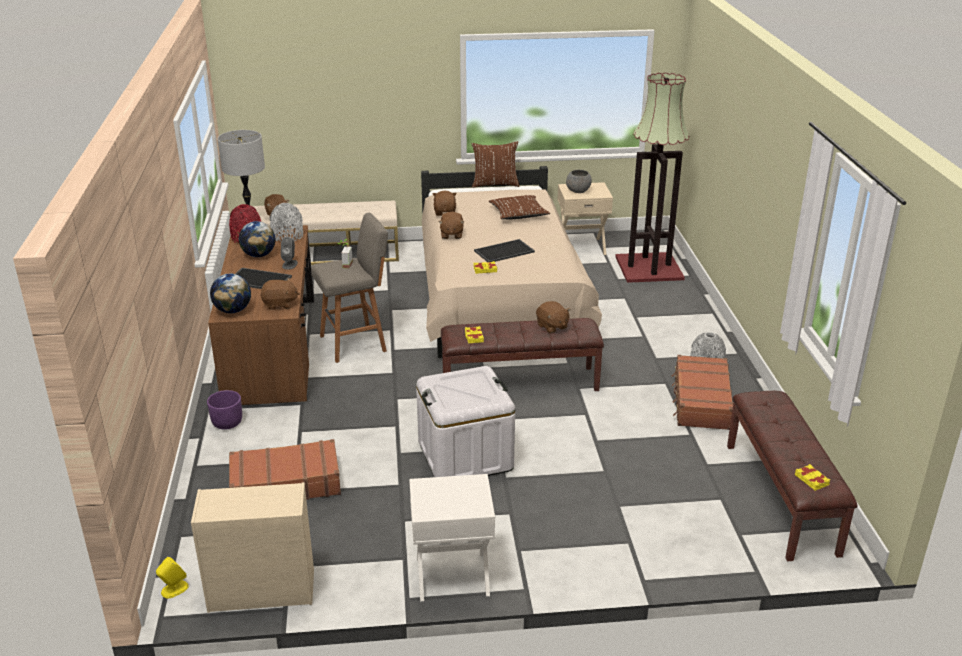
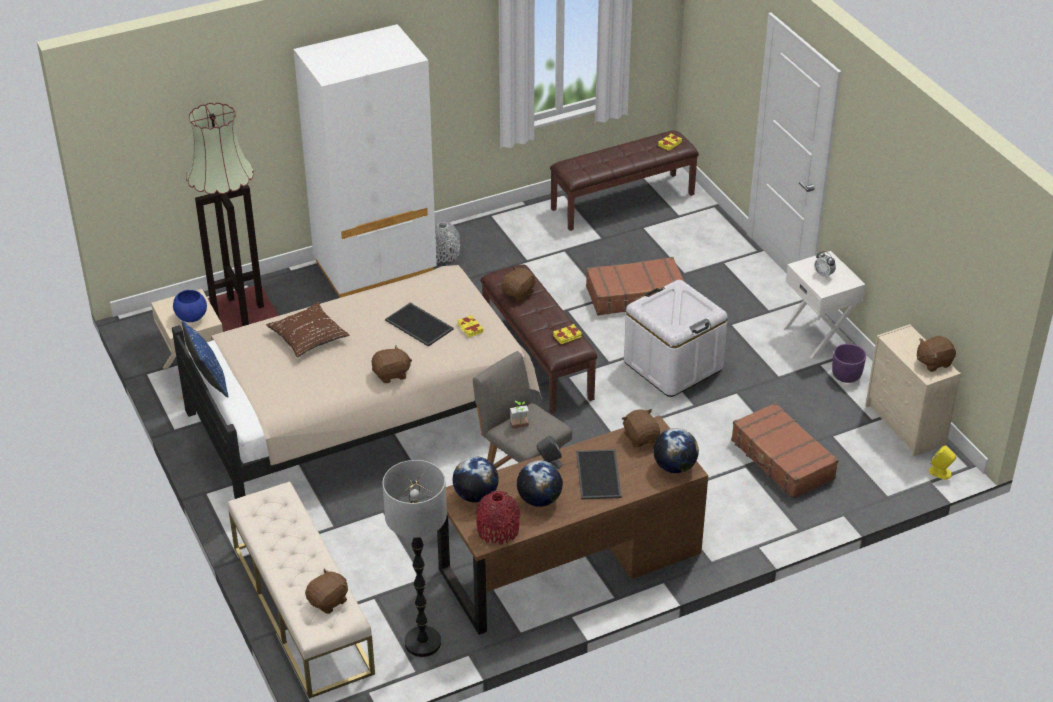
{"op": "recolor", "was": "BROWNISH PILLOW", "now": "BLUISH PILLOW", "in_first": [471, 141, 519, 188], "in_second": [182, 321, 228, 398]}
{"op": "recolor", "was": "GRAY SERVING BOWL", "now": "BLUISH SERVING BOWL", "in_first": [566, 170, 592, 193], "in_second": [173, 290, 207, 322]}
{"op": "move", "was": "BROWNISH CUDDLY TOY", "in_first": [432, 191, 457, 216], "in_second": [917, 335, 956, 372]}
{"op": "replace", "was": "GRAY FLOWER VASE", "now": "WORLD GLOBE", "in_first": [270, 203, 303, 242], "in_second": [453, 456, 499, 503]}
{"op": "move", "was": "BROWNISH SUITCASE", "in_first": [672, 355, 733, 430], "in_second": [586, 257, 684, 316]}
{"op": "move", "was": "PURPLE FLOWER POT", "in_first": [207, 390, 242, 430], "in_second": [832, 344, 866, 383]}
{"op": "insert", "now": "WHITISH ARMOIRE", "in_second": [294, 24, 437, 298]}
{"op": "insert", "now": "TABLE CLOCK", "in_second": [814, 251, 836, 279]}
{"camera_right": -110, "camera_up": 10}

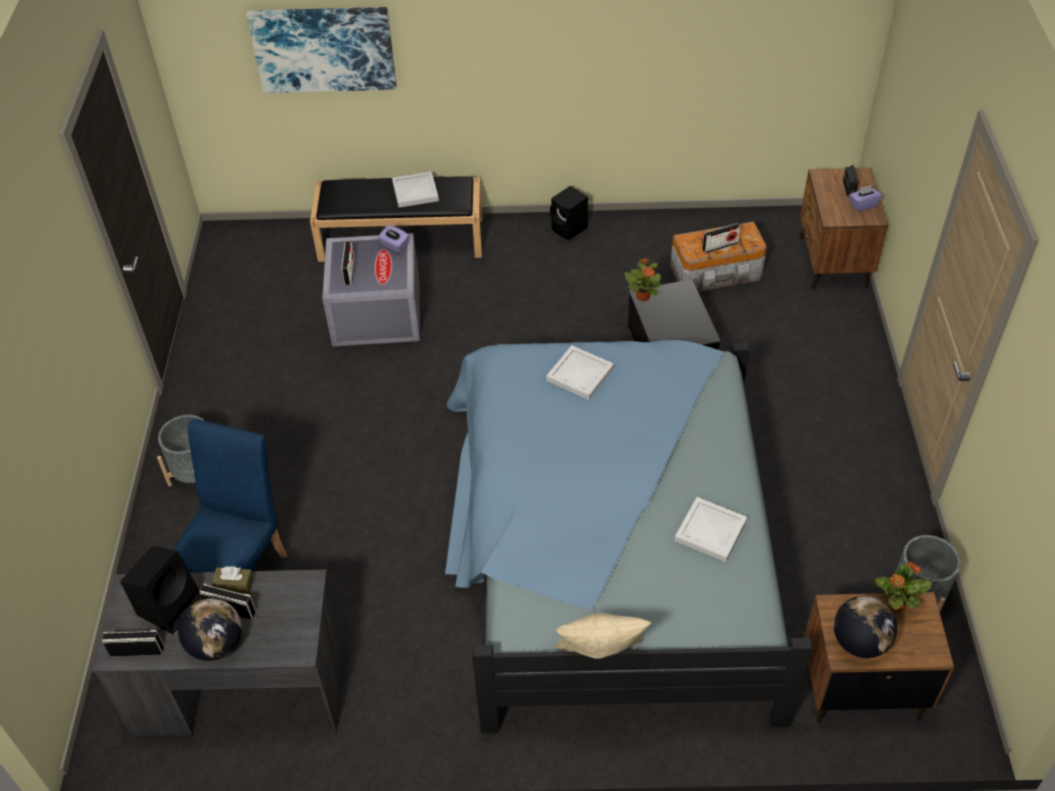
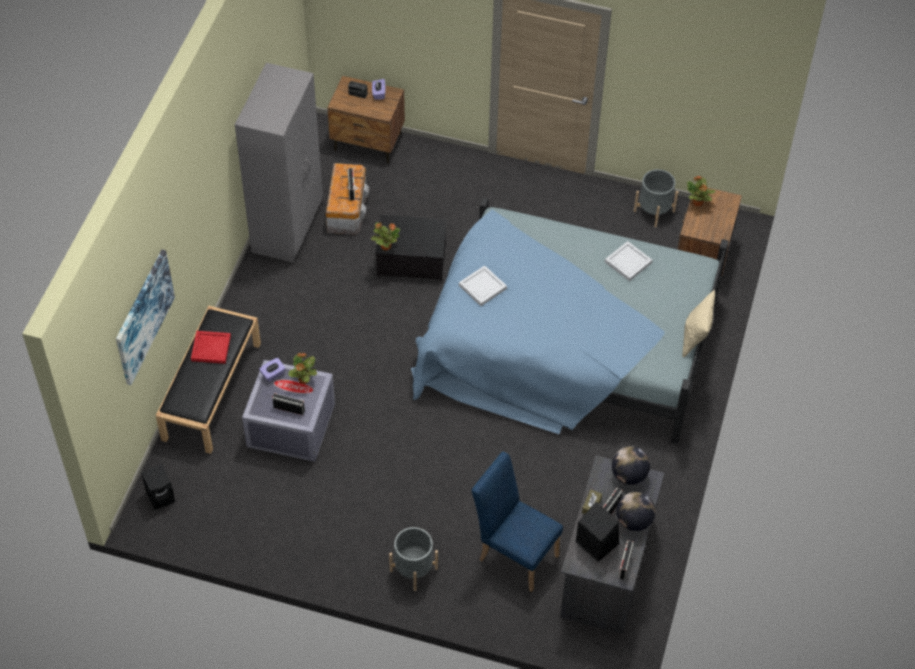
{"op": "recolor", "was": "WHITISH TRAY", "now": "RED TRAY", "in_first": [392, 171, 439, 208], "in_second": [191, 331, 231, 364]}
{"op": "move", "was": "BLACKISH AUDIO SPEAKER", "in_first": [550, 186, 588, 240], "in_second": [141, 464, 175, 510]}
{"op": "move", "was": "WORLD GLOBE", "in_first": [834, 596, 897, 658], "in_second": [612, 446, 650, 485]}
{"op": "insert", "now": "GRAY ARMOIRE", "in_second": [235, 63, 323, 263]}
{"op": "insert", "now": "PLANT IN A POT", "in_second": [288, 353, 317, 384]}
{"camera_right": -75, "camera_up": 5}

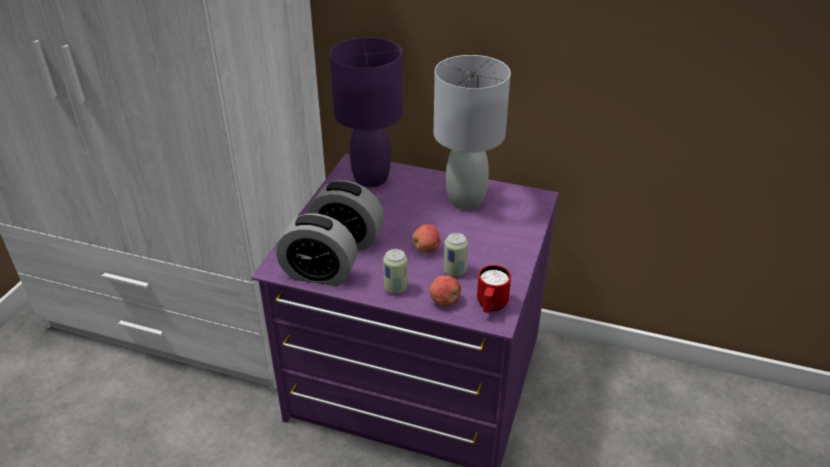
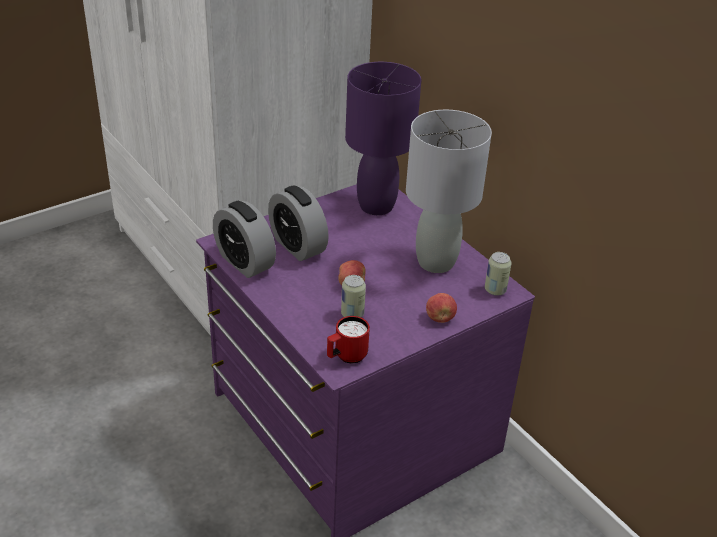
{"op": "move", "was": "METAL CAN", "in_first": [383, 249, 407, 294], "in_second": [485, 252, 512, 296]}
{"op": "move", "was": "APPLE", "in_first": [429, 275, 461, 306], "in_second": [426, 293, 457, 323]}
{"camera_right": 35, "camera_up": 0}

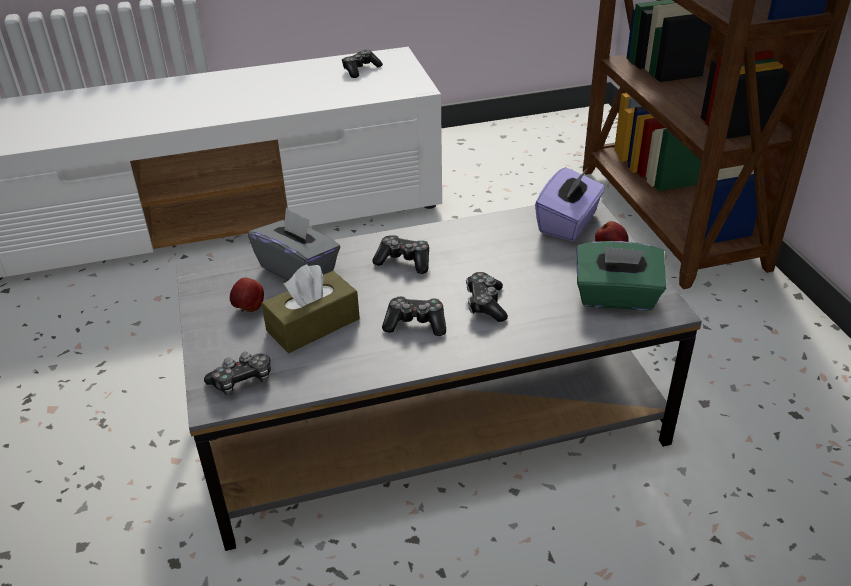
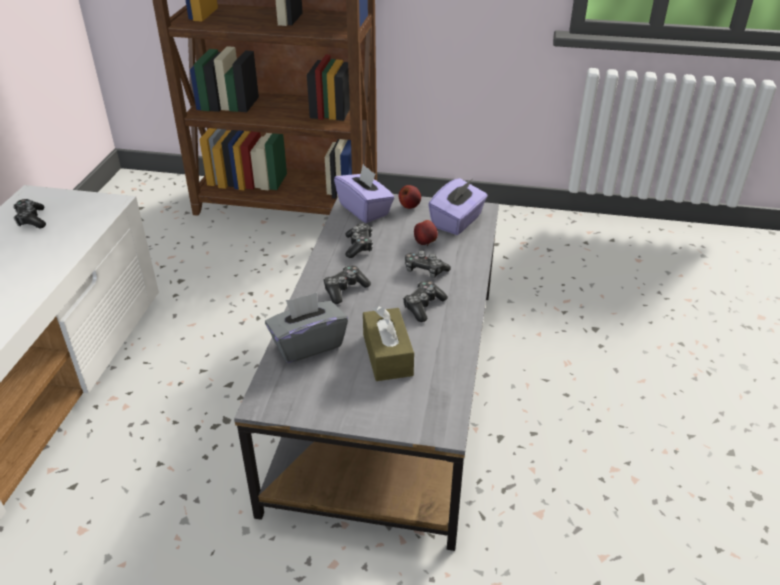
{"op": "recolor", "was": "GREENISH TISSUE BOX", "now": "PURPLE TISSUE BOX", "in_first": [577, 241, 666, 311], "in_second": [428, 178, 488, 235]}
{"op": "move", "was": "APPLE", "in_first": [230, 278, 264, 312], "in_second": [414, 220, 438, 246]}
{"op": "move", "was": "GAMEPAD", "in_first": [204, 352, 271, 395], "in_second": [345, 223, 373, 258]}
{"camera_right": -65, "camera_up": 0}

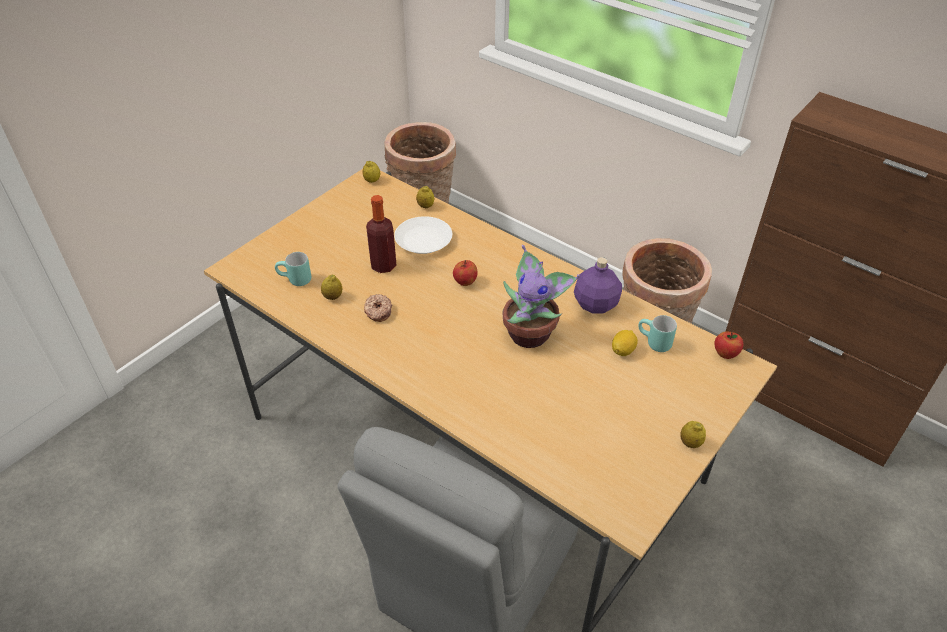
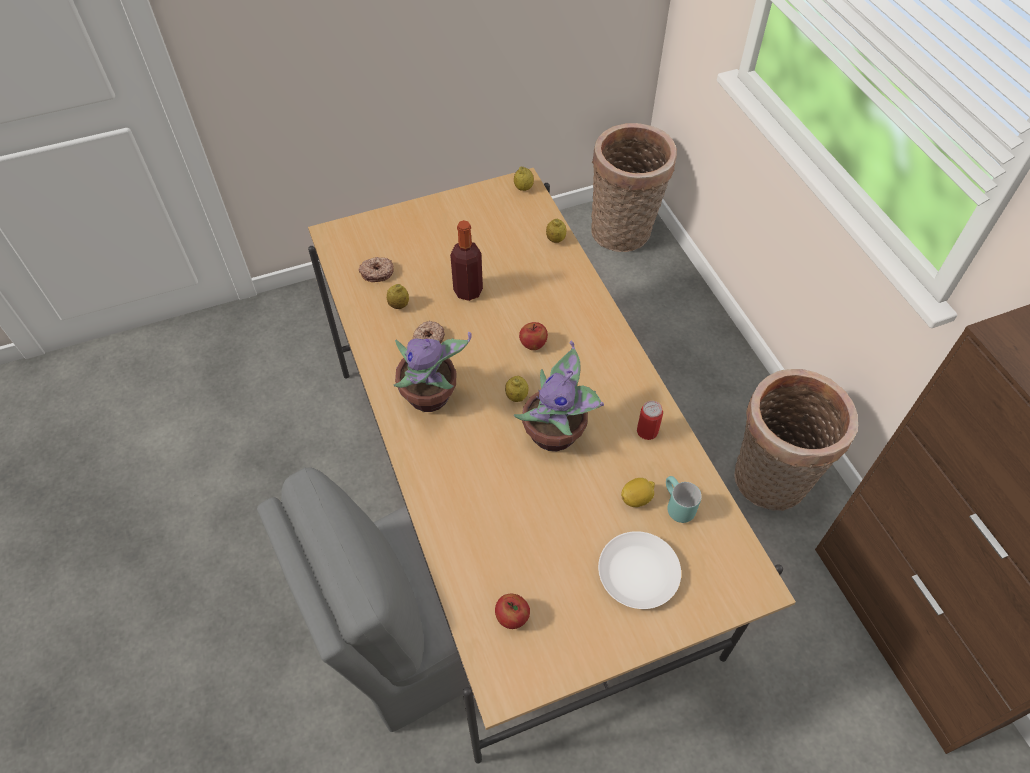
{"op": "move", "was": "WHITISH FLAT DISH", "in_first": [394, 216, 452, 254], "in_second": [598, 531, 681, 609]}
{"op": "replace", "was": "TURQUOISE COFFEE MUG", "now": "RING DOUGHNUT", "in_first": [275, 252, 311, 286], "in_second": [359, 257, 394, 282]}
{"op": "replace", "was": "PURPLE BEVERAGE BOTTLE", "now": "METAL CAN", "in_first": [574, 257, 622, 314], "in_second": [637, 401, 663, 440]}
{"op": "move", "was": "APPLE", "in_first": [714, 331, 743, 359], "in_second": [495, 594, 530, 629]}
{"op": "move", "was": "WHOLE LEMON", "in_first": [680, 421, 706, 448], "in_second": [505, 376, 529, 402]}
{"op": "insert", "now": "PLANT IN A POT", "in_second": [394, 332, 472, 412]}
{"camera_right": 30, "camera_up": 10}

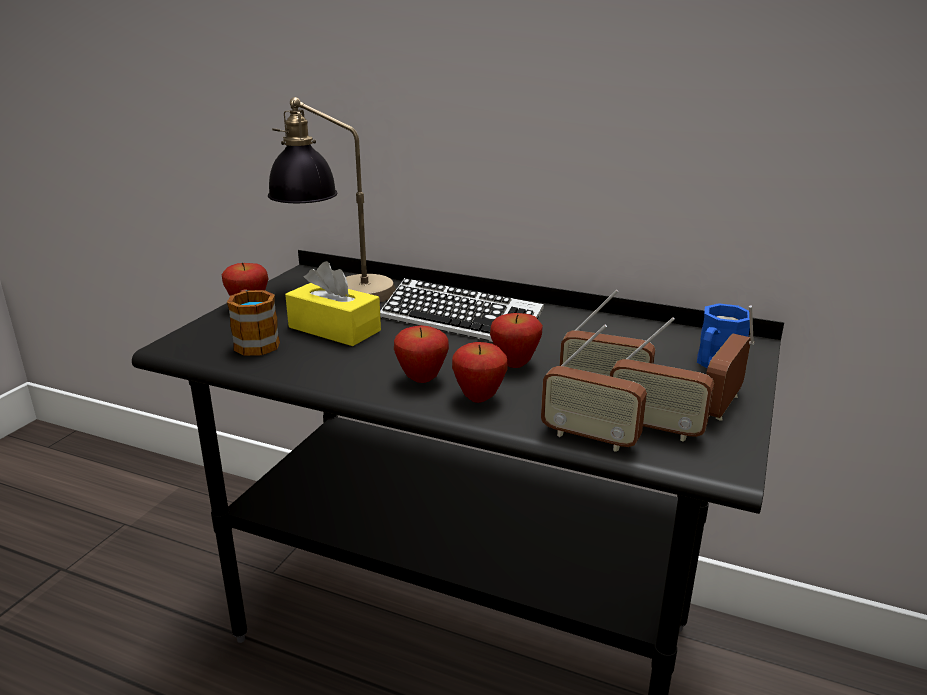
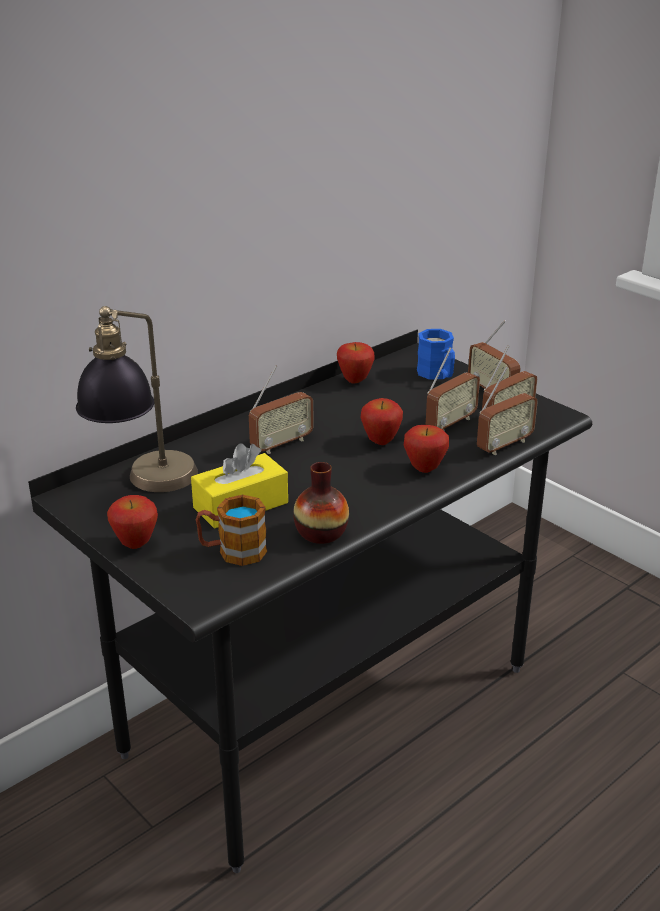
{"op": "replace", "was": "PC KEYBOARD", "now": "RADIO", "in_first": [380, 278, 544, 342], "in_second": [249, 366, 314, 454]}
{"op": "move", "was": "APPLE", "in_first": [394, 325, 449, 383], "in_second": [337, 342, 375, 383]}
{"op": "insert", "now": "FLOWER VASE", "in_second": [293, 462, 349, 544]}
{"camera_right": -65, "camera_up": 5}

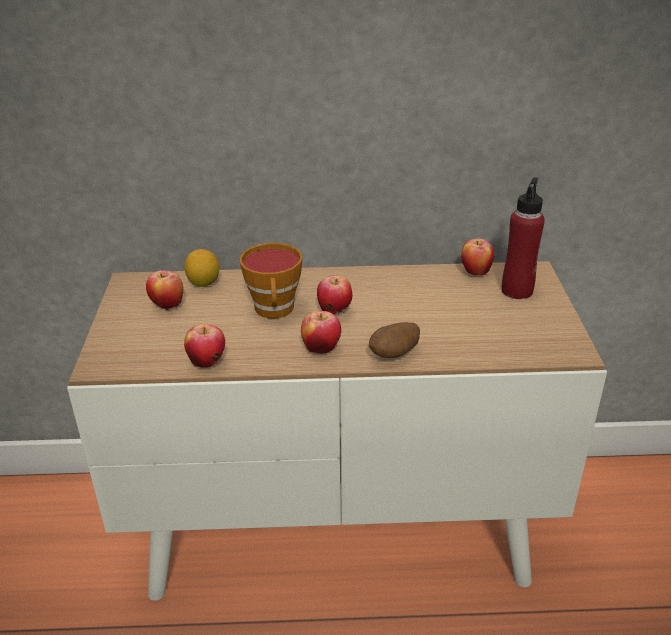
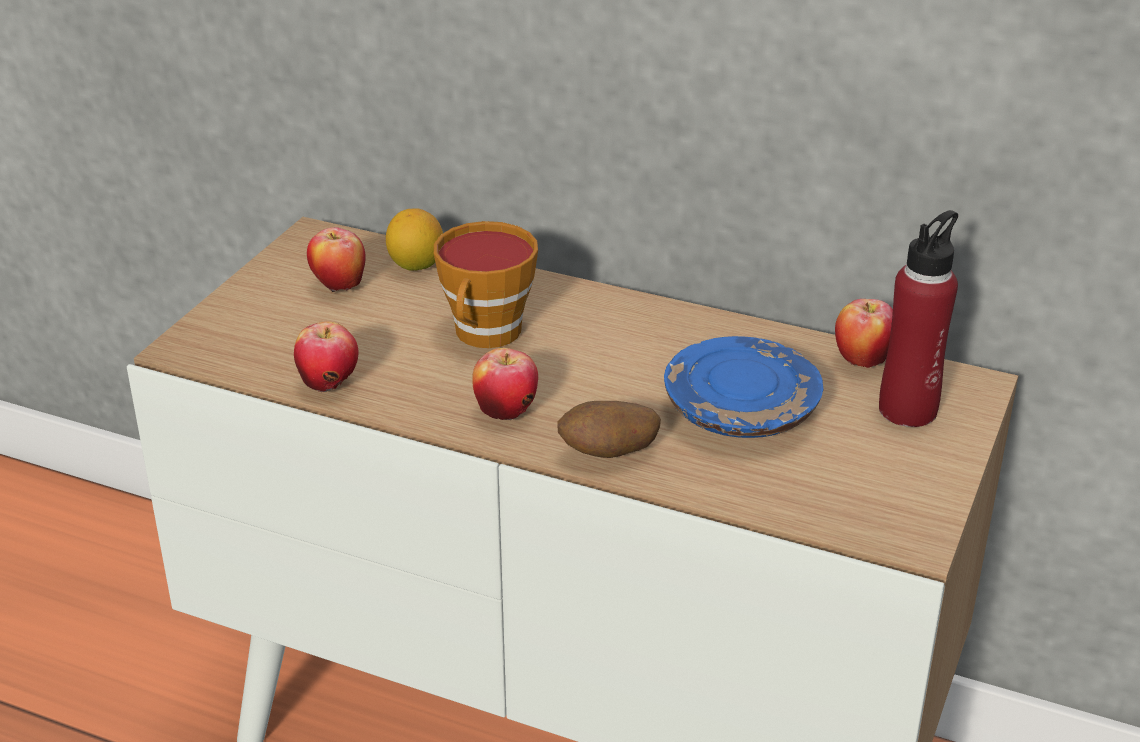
{"op": "delete", "was": "APPLE", "in_first": [317, 275, 352, 314]}
{"op": "insert", "now": "BLUISH FLAT DISH", "in_second": [664, 336, 823, 438]}
{"camera_right": 25, "camera_up": 0}

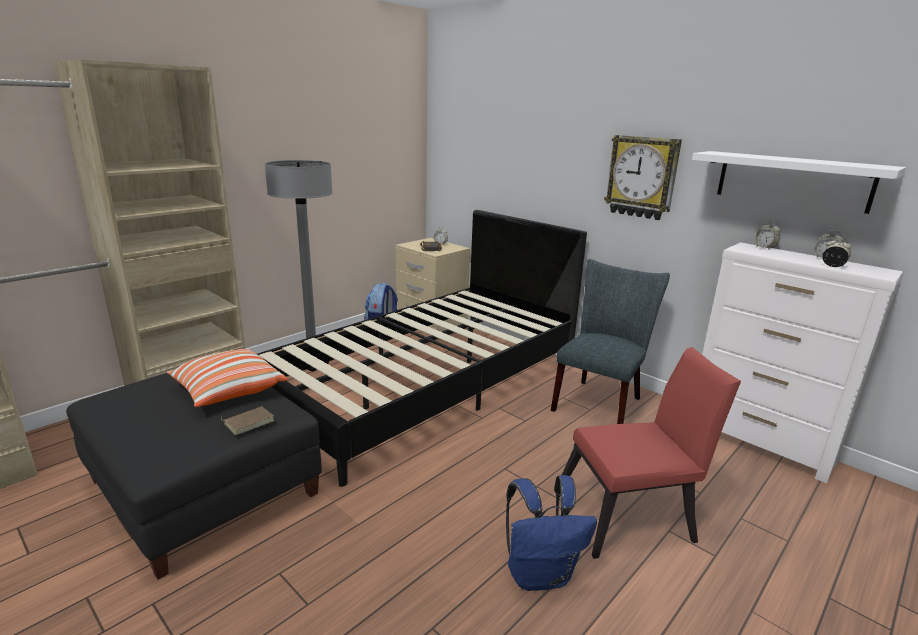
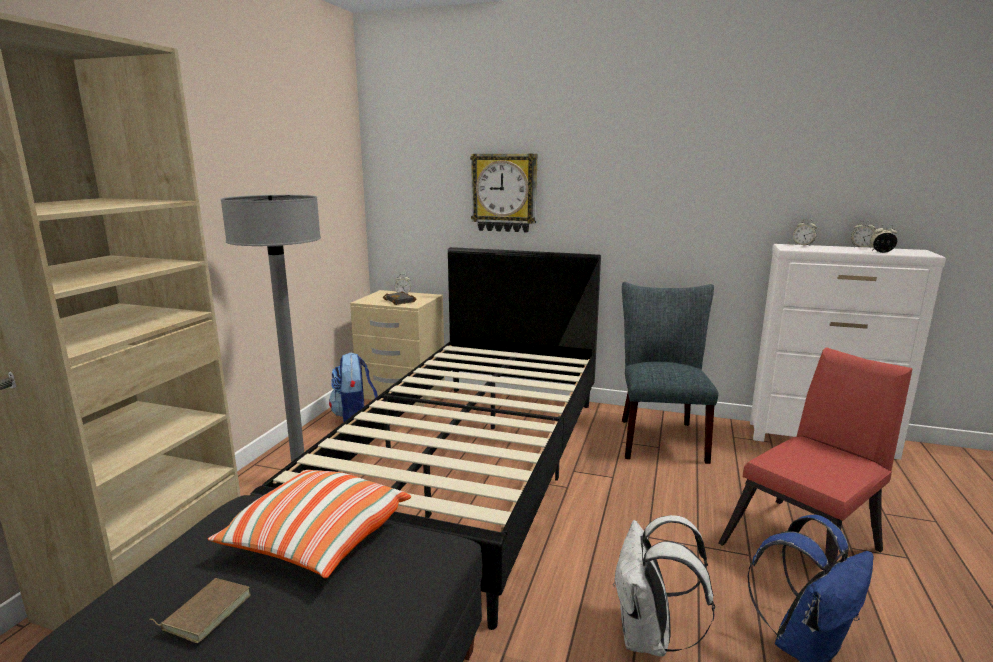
{"op": "move", "was": "WALL CLOCK", "in_first": [604, 135, 682, 220], "in_second": [470, 154, 537, 232]}
{"op": "delete", "was": "WHITISH BRACKET SHELF", "in_first": [692, 151, 906, 214]}
{"op": "move", "was": "BROWNISH BOOK", "in_first": [221, 406, 274, 435], "in_second": [149, 578, 251, 643]}
{"op": "insert", "now": "WHITISH KNAPSACK", "in_second": [613, 515, 715, 657]}
{"camera_right": -25, "camera_up": -5}

